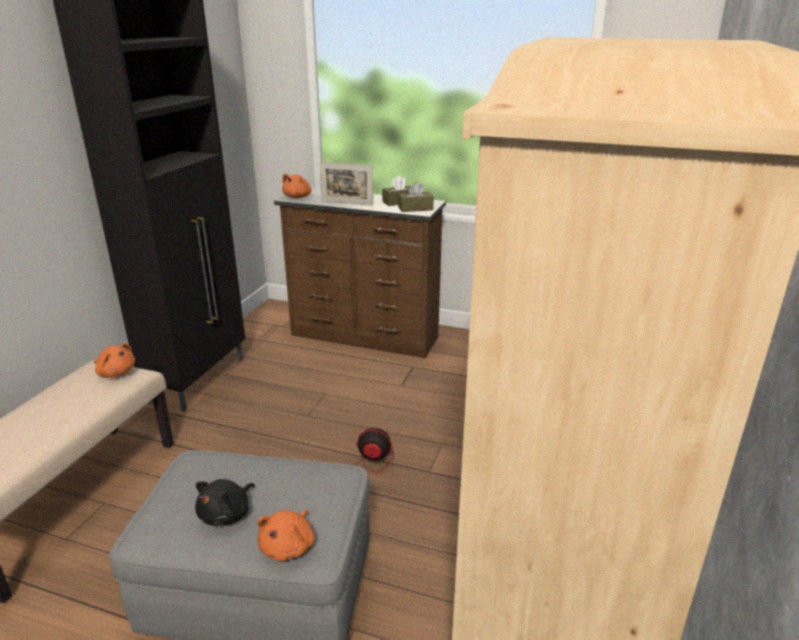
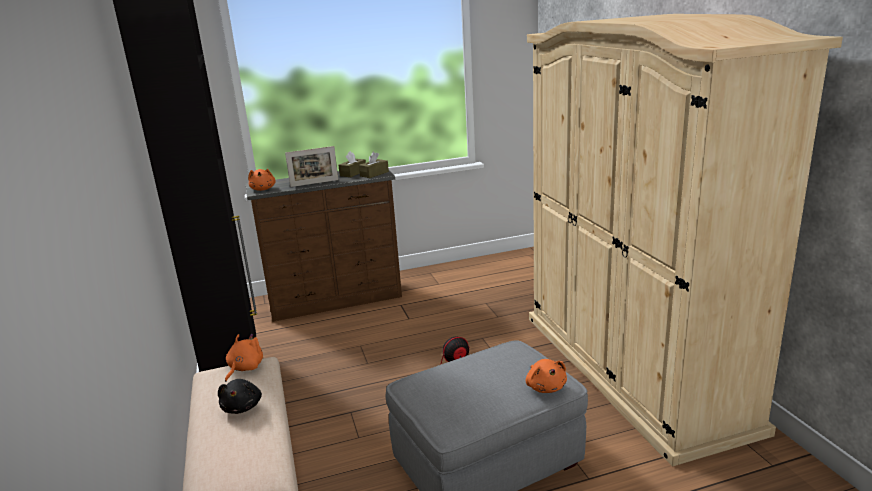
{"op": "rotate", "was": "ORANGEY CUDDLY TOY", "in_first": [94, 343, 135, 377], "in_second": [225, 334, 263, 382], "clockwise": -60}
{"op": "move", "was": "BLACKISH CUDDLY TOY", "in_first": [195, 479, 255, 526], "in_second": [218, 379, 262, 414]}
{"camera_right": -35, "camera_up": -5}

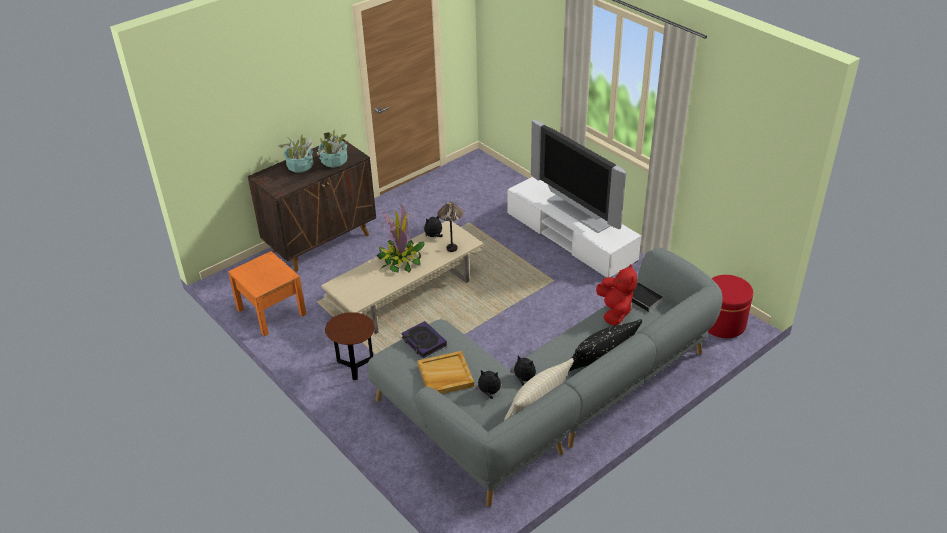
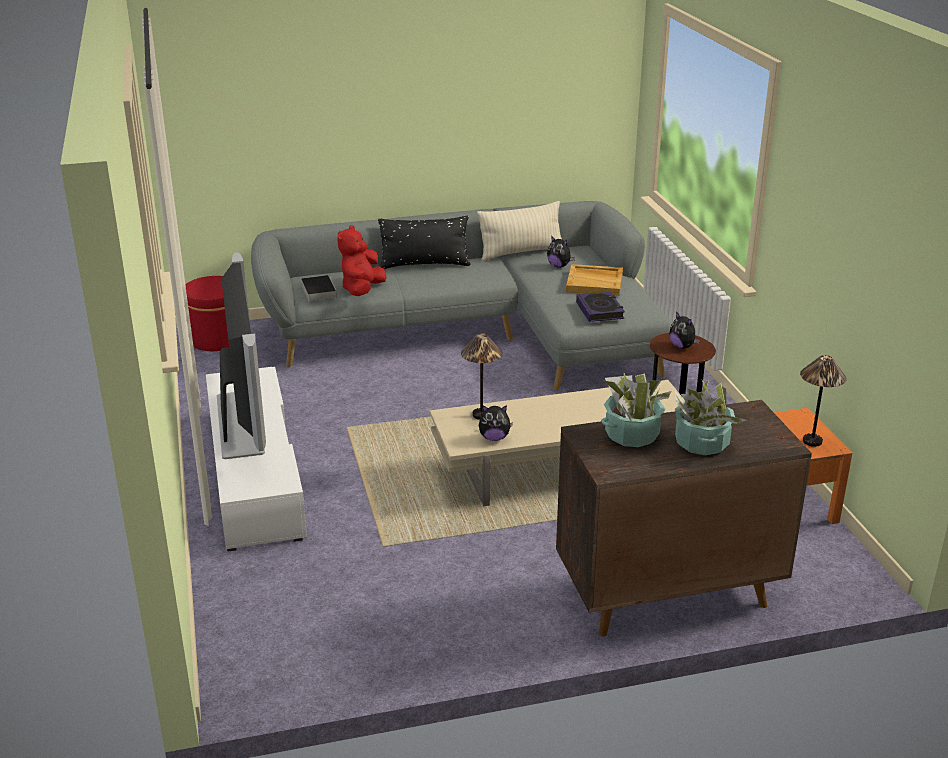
{"op": "delete", "was": "PLANT IN A POT", "in_first": [376, 205, 425, 273]}
{"op": "move", "was": "CUDDLY TOY", "in_first": [510, 356, 536, 385], "in_second": [669, 311, 700, 349]}
{"op": "insert", "now": "LAMP FOR A TABLE", "in_second": [800, 355, 846, 447]}
{"camera_right": -155, "camera_up": -10}

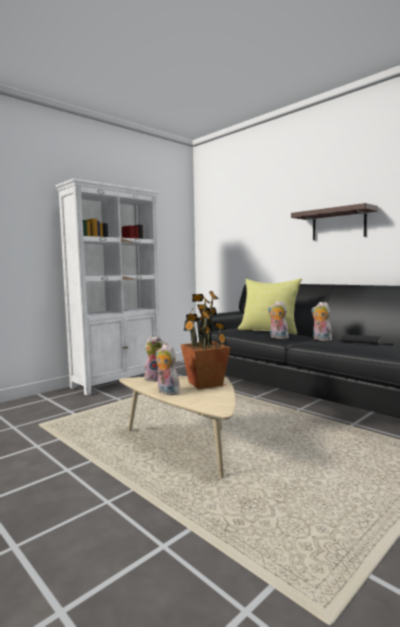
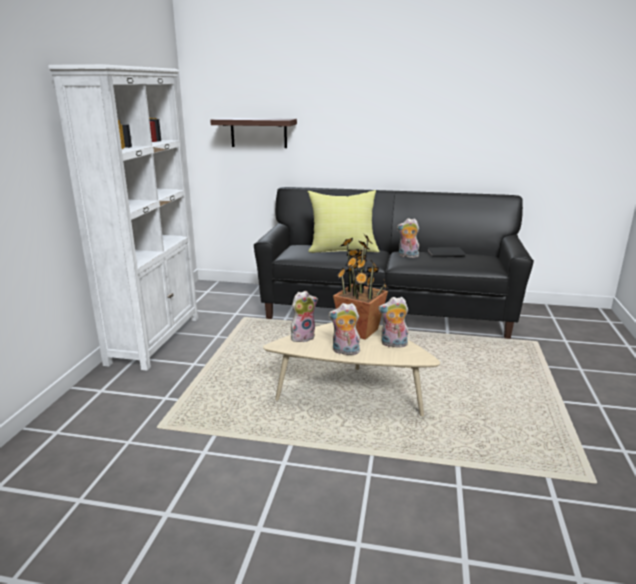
{"op": "move", "was": "BRACKET SHELF", "in_first": [291, 203, 378, 240], "in_second": [210, 118, 297, 148]}
{"op": "move", "was": "CUDDLY TOY", "in_first": [268, 301, 289, 339], "in_second": [378, 297, 408, 347]}
{"camera_right": -35, "camera_up": 15}

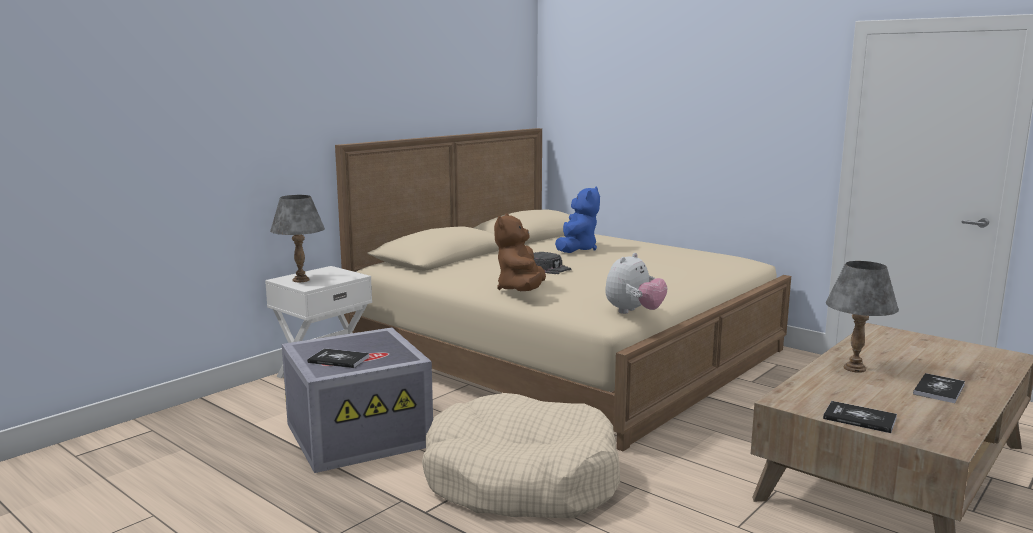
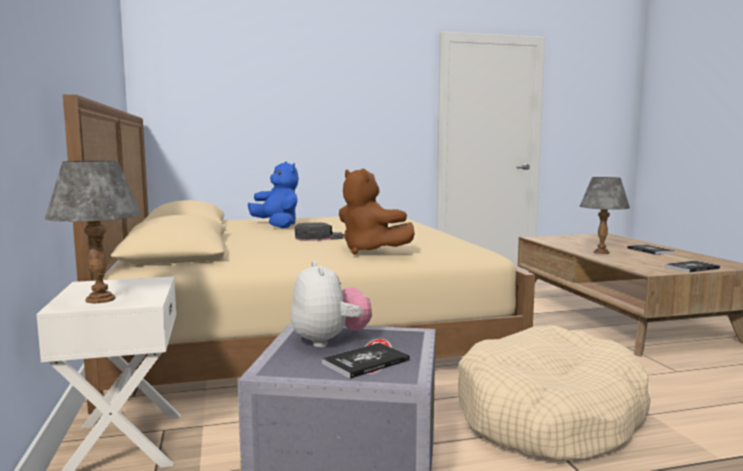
{"op": "move", "was": "CUDDLY TOY", "in_first": [605, 253, 667, 314], "in_second": [291, 260, 372, 348]}
{"camera_right": -55, "camera_up": -5}

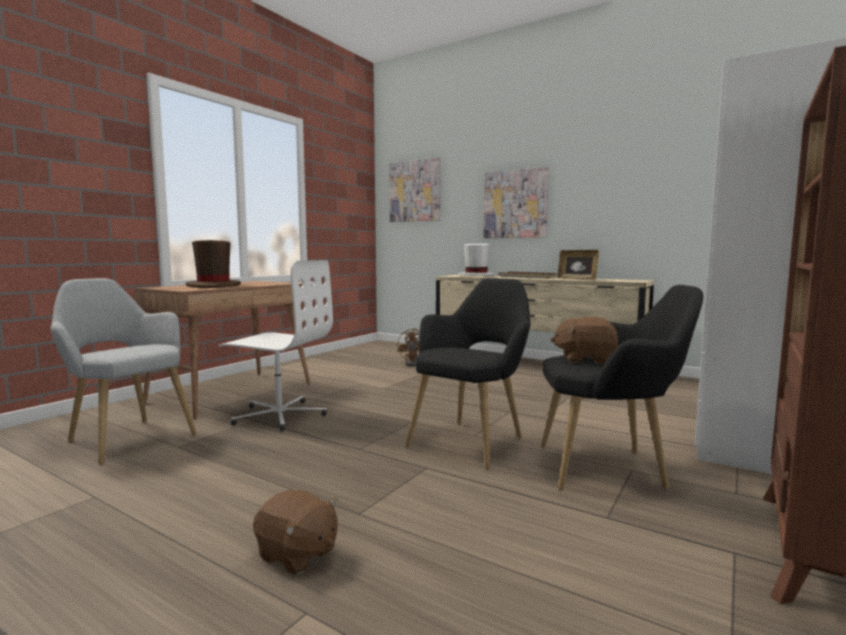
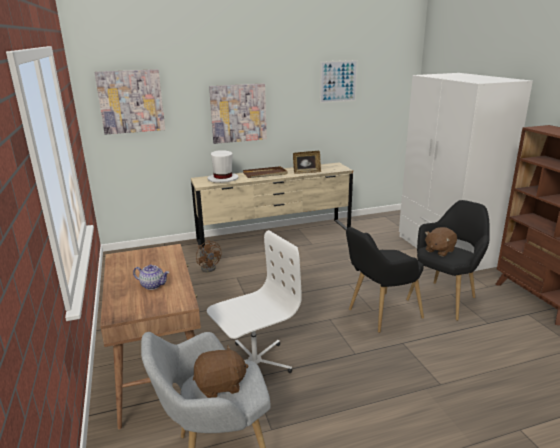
{"op": "replace", "was": "BROWNISH WEARABLE HAT", "now": "TEAPOT", "in_first": [186, 240, 241, 288], "in_second": [133, 265, 169, 290]}
{"op": "rotate", "was": "BLACKISH LOUNGE CHAIR", "in_first": [406, 278, 530, 470], "in_second": [346, 227, 424, 333], "clockwise": -105}
{"op": "move", "was": "BROWNISH CUDDLY TOY", "in_first": [253, 490, 338, 575], "in_second": [193, 345, 248, 398]}
{"op": "insert", "now": "PICTURE", "in_second": [320, 60, 358, 103]}
{"camera_right": -50, "camera_up": 15}

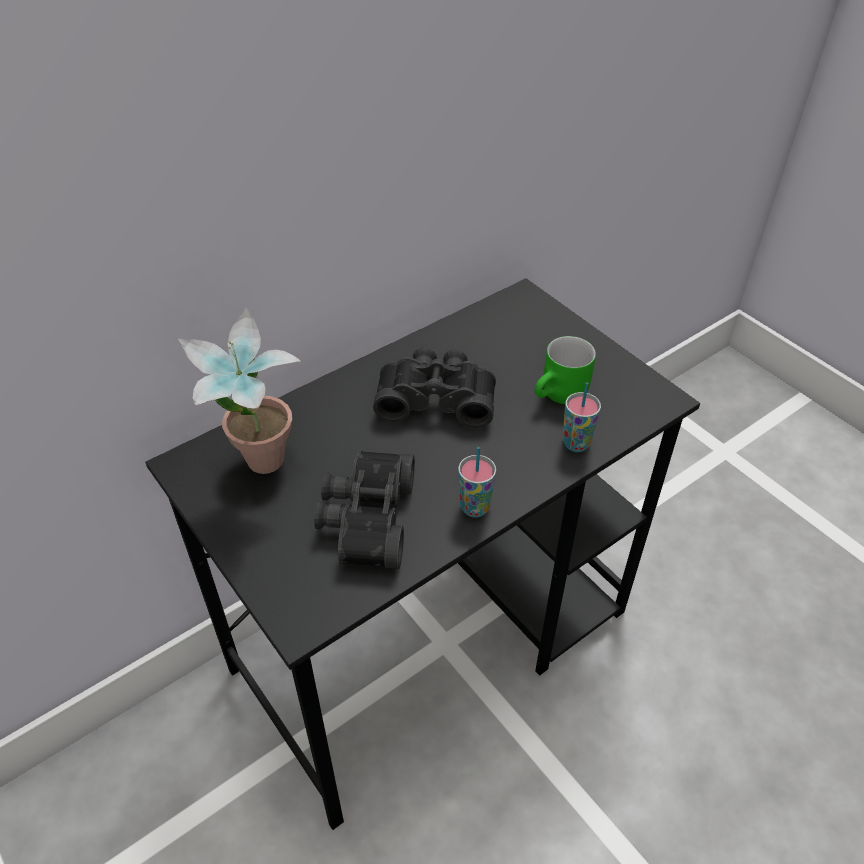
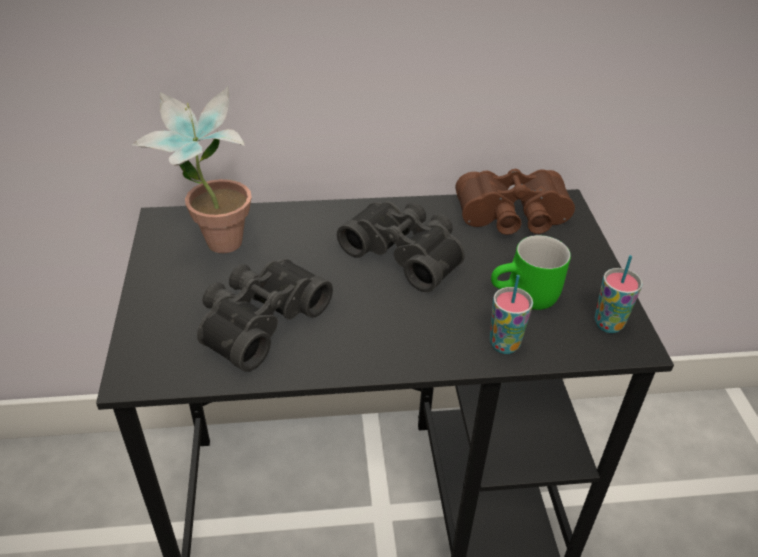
{"op": "move", "was": "SMALL CUP", "in_first": [458, 447, 496, 518], "in_second": [595, 255, 643, 333]}
{"op": "insert", "now": "BROWNISH PAIR OF BINOCULARS", "in_second": [455, 169, 575, 235]}
{"camera_right": 30, "camera_up": -5}

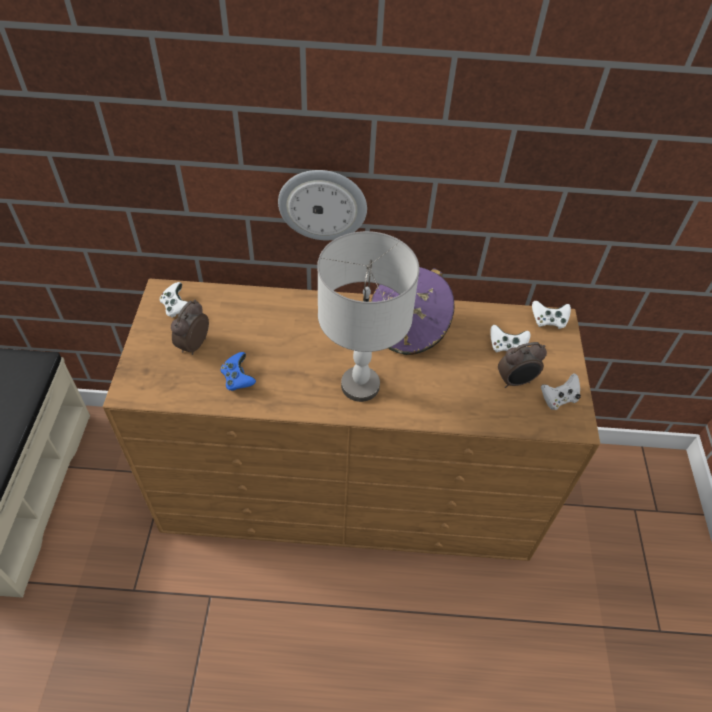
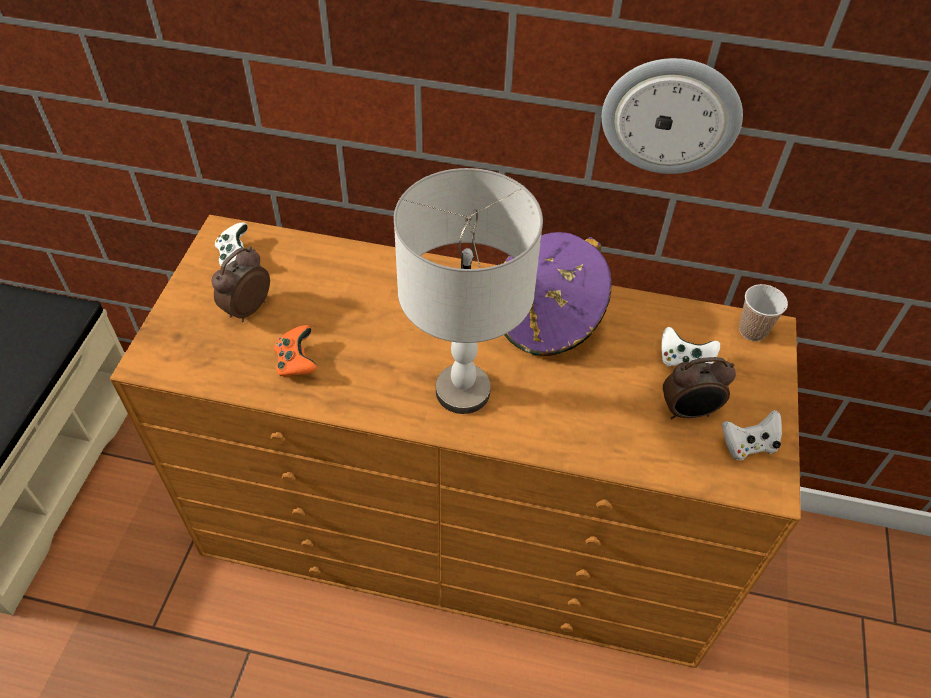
{"op": "move", "was": "WALL CLOCK", "in_first": [278, 170, 367, 240], "in_second": [602, 58, 743, 174]}
{"op": "replace", "was": "WHITISH GAMEPAD", "now": "SMALL CUP", "in_first": [532, 301, 571, 329], "in_second": [739, 284, 788, 341]}
{"op": "recolor", "was": "BLUISH GAMEPAD", "now": "ORANGEY GAMEPAD", "in_first": [221, 352, 256, 391], "in_second": [274, 325, 317, 377]}
{"camera_right": 10, "camera_up": 0}

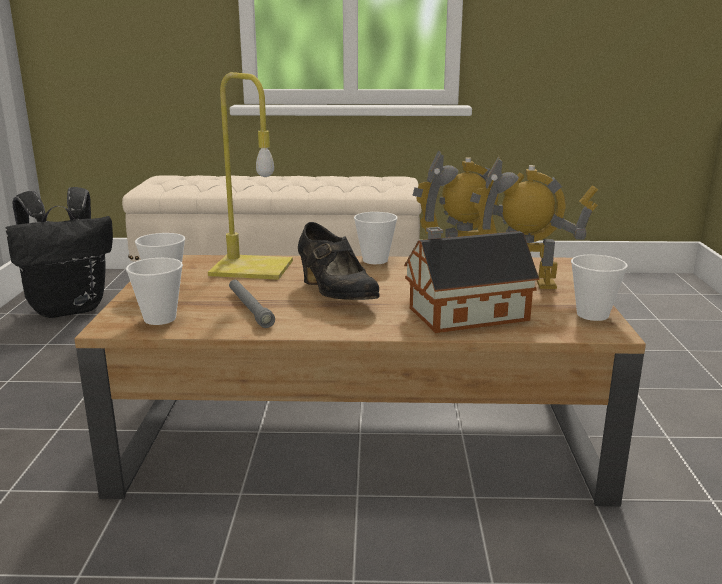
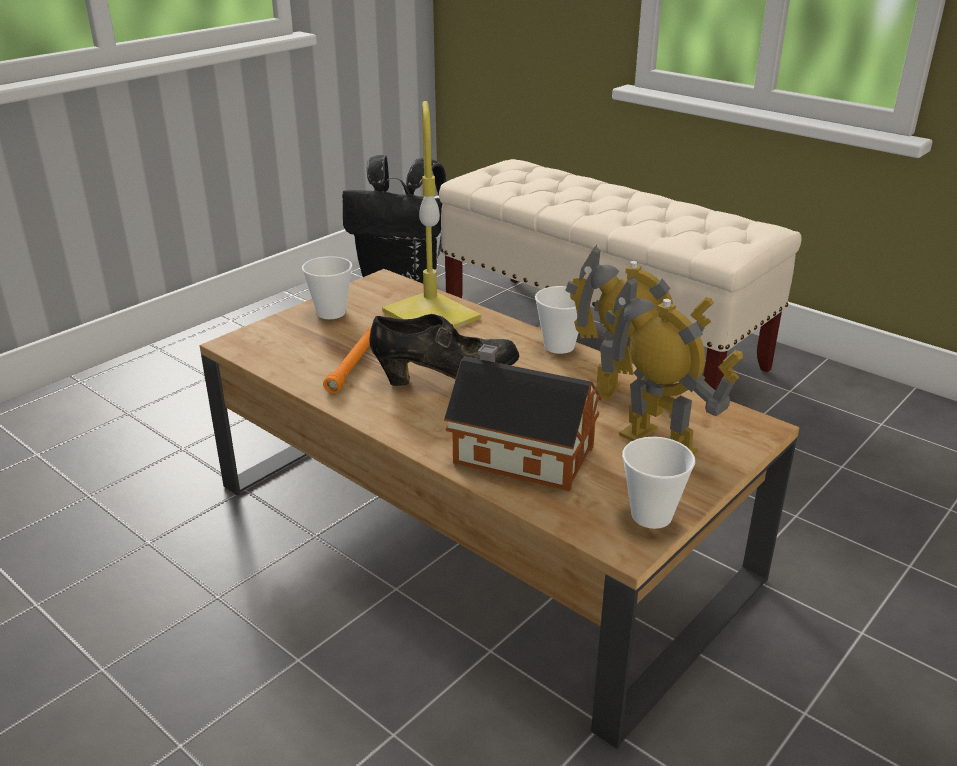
{"op": "rotate", "was": "BLACKISH ITEM OF FOOTWEAR", "in_first": [298, 222, 380, 300], "in_second": [369, 314, 519, 386], "clockwise": -105}
{"op": "delete", "was": "SMALL CUP", "in_first": [126, 258, 183, 325]}
{"op": "recolor", "was": "GRAY HAND TORCH", "now": "ORANGEY HAND TORCH", "in_first": [229, 280, 275, 328], "in_second": [323, 328, 371, 393]}
{"camera_right": 40, "camera_up": 10}

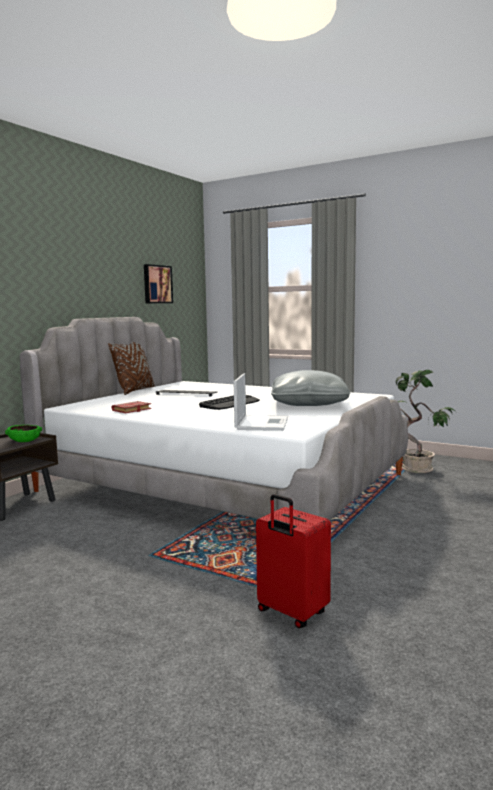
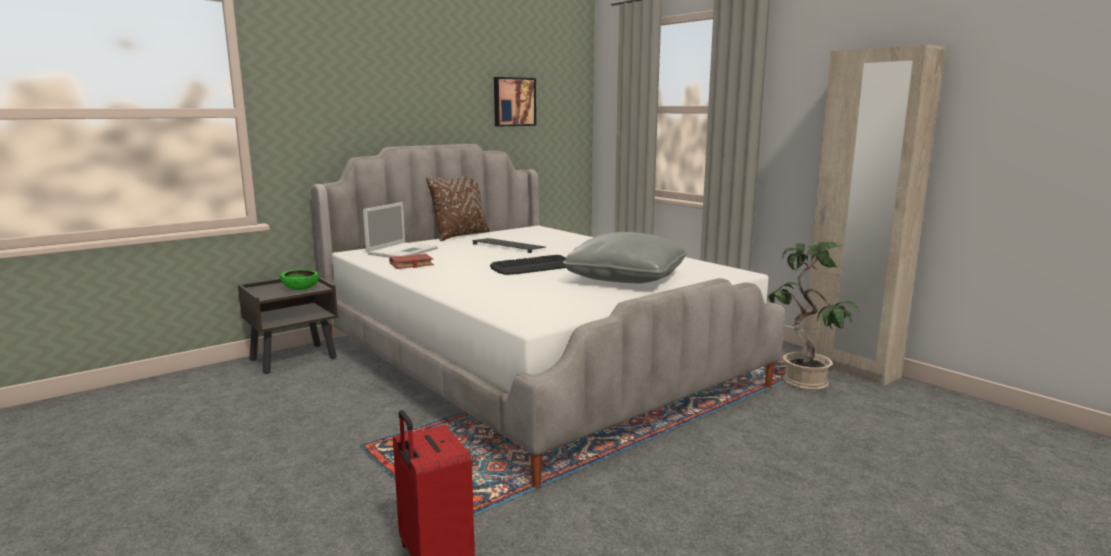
{"op": "move", "was": "PORTABLE COMPUTER", "in_first": [234, 373, 288, 431], "in_second": [363, 202, 438, 257]}
{"op": "insert", "now": "SAND-COLOURED ARMOIRE", "in_second": [802, 44, 946, 386]}
{"camera_right": 20, "camera_up": 5}

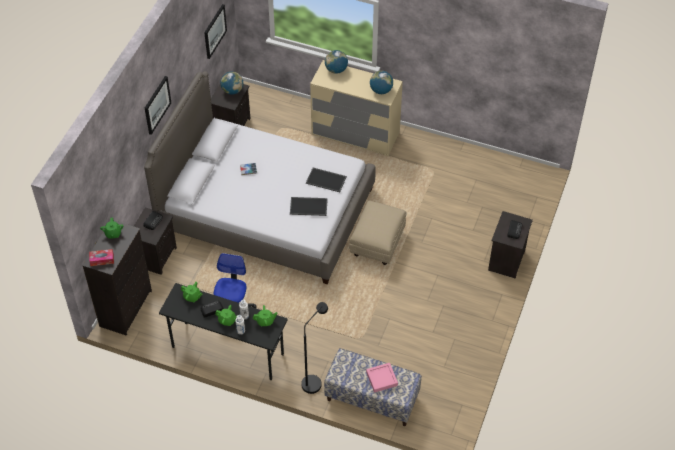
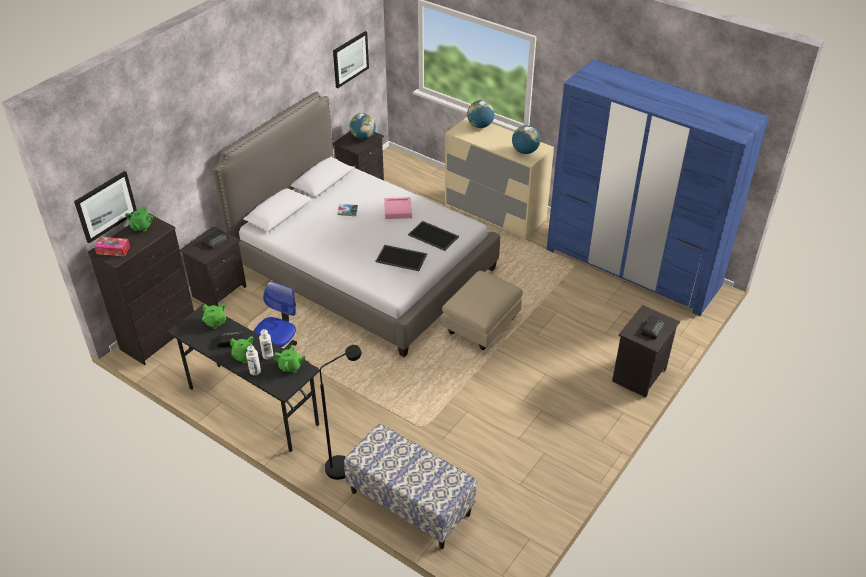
{"op": "move", "was": "PICTURE", "in_first": [145, 76, 171, 135], "in_second": [74, 171, 137, 243]}
{"op": "move", "was": "PINK-COLOURED TRAY", "in_first": [366, 363, 398, 393], "in_second": [384, 197, 412, 219]}
{"op": "insert", "now": "BLUISH ARMOIRE", "in_second": [547, 59, 769, 316]}
{"camera_right": 15, "camera_up": -10}

